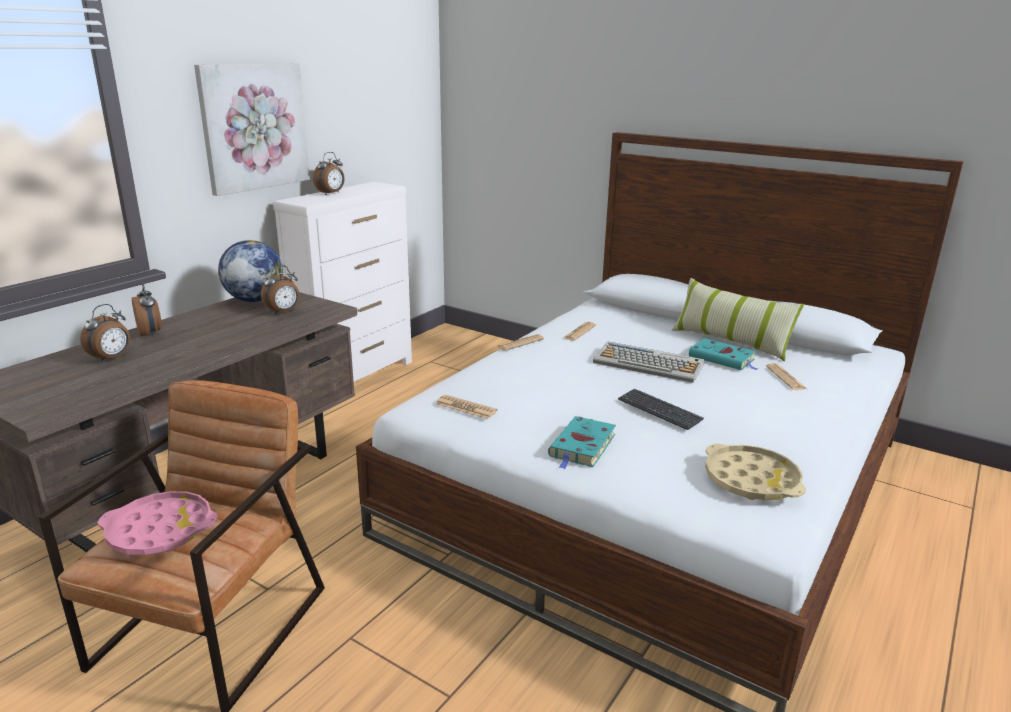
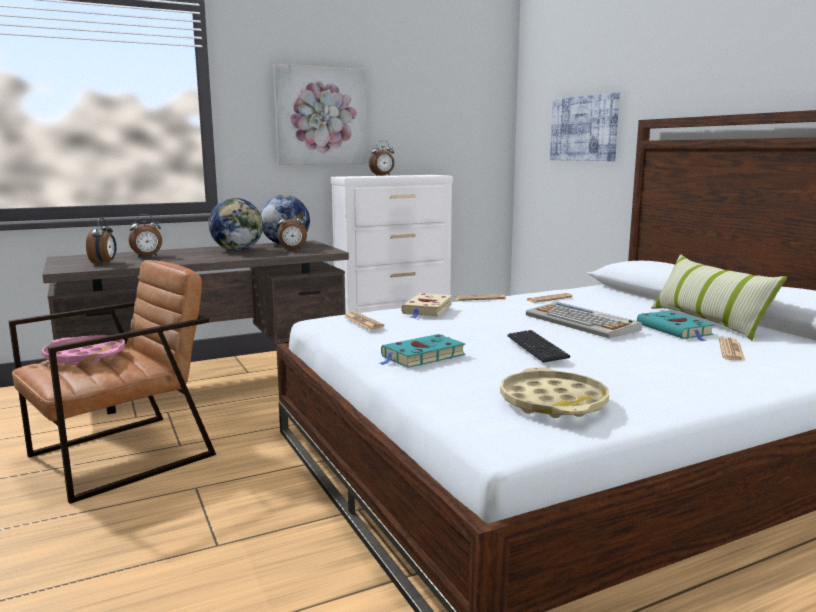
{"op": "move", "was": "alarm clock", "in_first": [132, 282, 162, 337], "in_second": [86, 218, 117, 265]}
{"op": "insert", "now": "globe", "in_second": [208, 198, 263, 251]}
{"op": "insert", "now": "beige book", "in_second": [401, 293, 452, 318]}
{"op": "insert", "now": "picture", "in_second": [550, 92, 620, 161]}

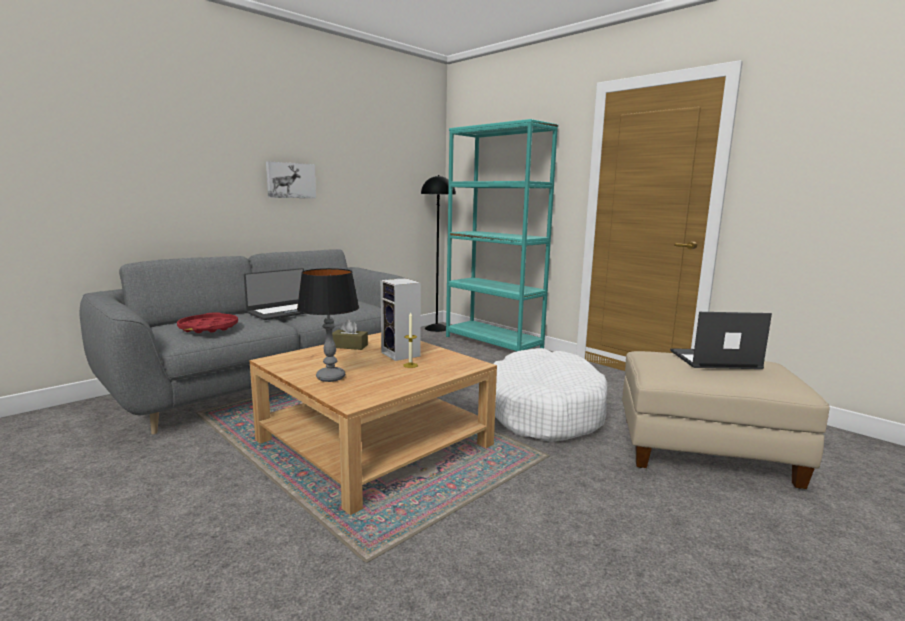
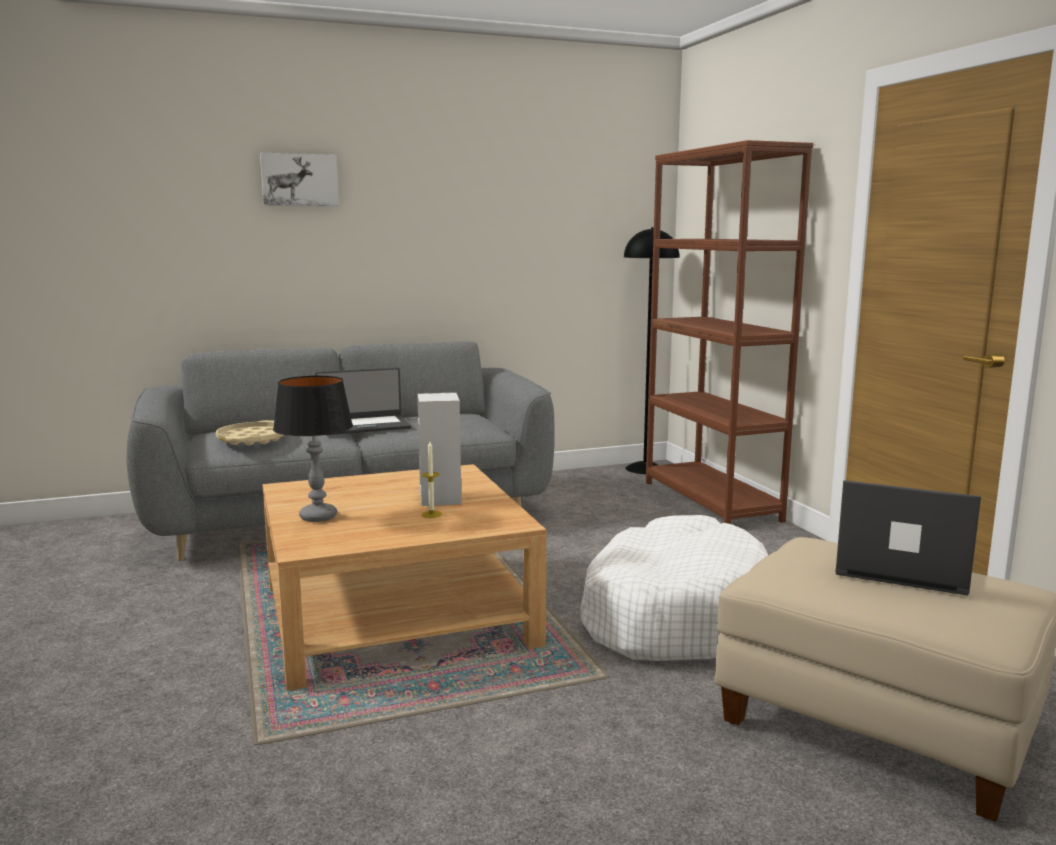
{"op": "recolor", "was": "red tray", "now": "beige tray", "in_first": [177, 312, 238, 333], "in_second": [216, 420, 284, 446]}
{"op": "move", "was": "picture", "in_first": [266, 161, 316, 198], "in_second": [260, 153, 339, 206]}
{"op": "delete", "was": "brown tissue box", "in_first": [332, 320, 368, 350]}
{"op": "recolor", "was": "turquoise bookcase", "now": "brown bookcase", "in_first": [446, 119, 559, 351], "in_second": [646, 140, 813, 524]}

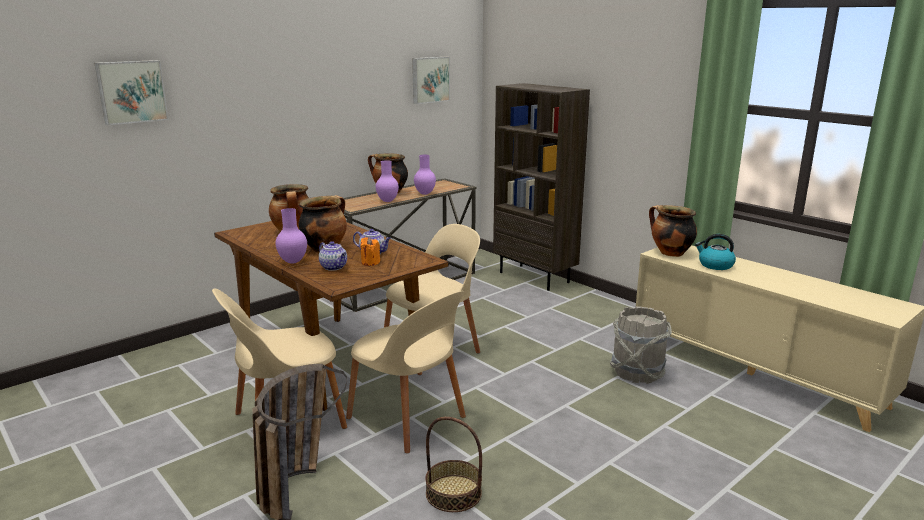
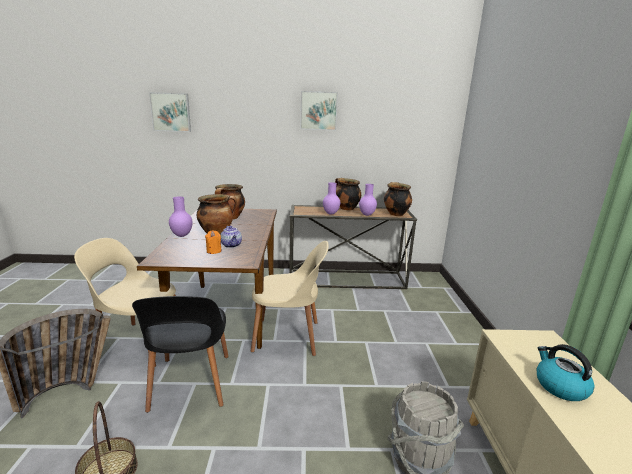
{"op": "delete", "was": "teapot", "in_first": [319, 241, 347, 271]}
{"op": "recolor", "was": "beige chair", "now": "black chair", "in_first": [346, 291, 466, 453], "in_second": [132, 296, 229, 413]}
{"op": "move", "was": "picture", "in_first": [412, 57, 450, 104], "in_second": [300, 91, 338, 130]}
{"op": "delete", "was": "brown bookcase", "in_first": [493, 83, 590, 291]}
{"op": "move", "was": "cooking pot", "in_first": [649, 205, 697, 257], "in_second": [384, 182, 412, 216]}

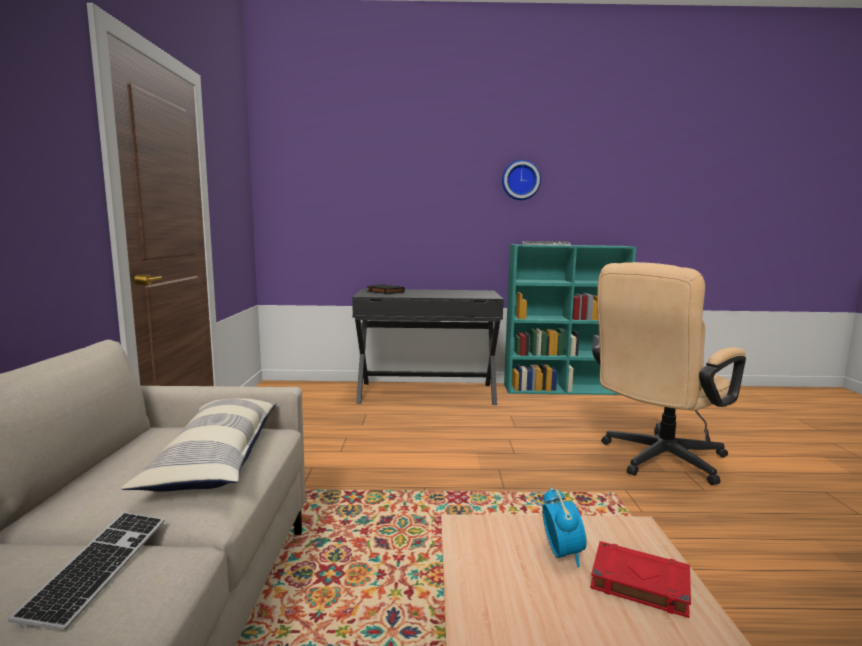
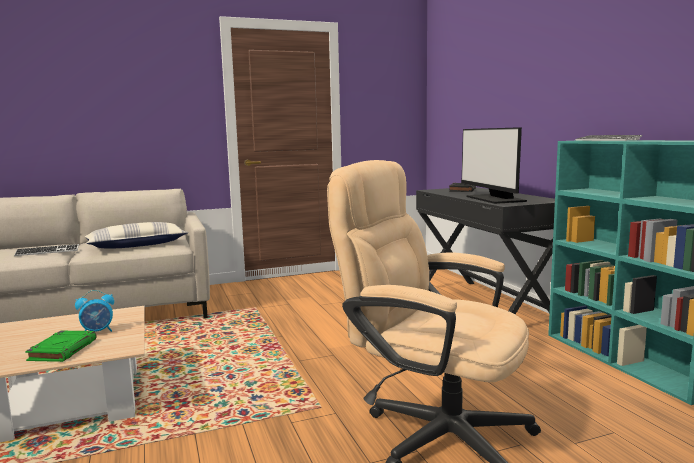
{"op": "delete", "was": "wall clock", "in_first": [502, 160, 541, 200]}
{"op": "recolor", "was": "red book", "now": "green book", "in_first": [590, 541, 691, 618], "in_second": [25, 331, 97, 362]}
{"op": "insert", "now": "monitor", "in_second": [461, 127, 527, 204]}

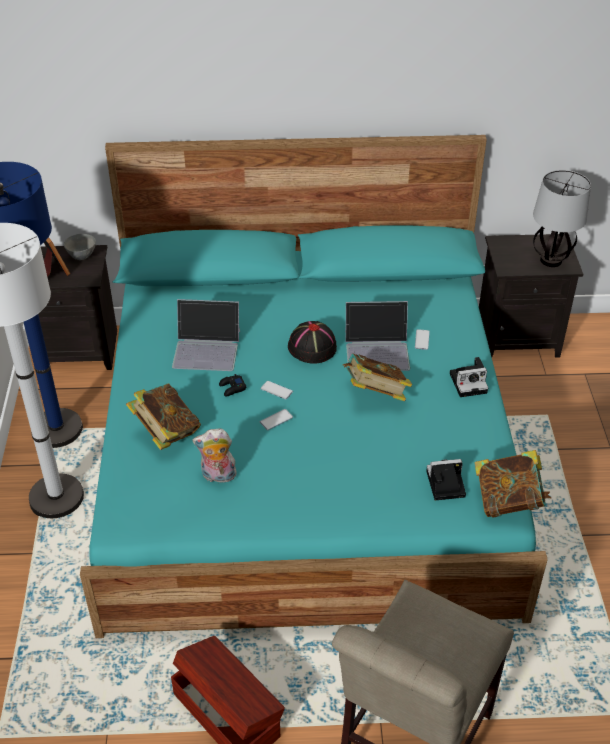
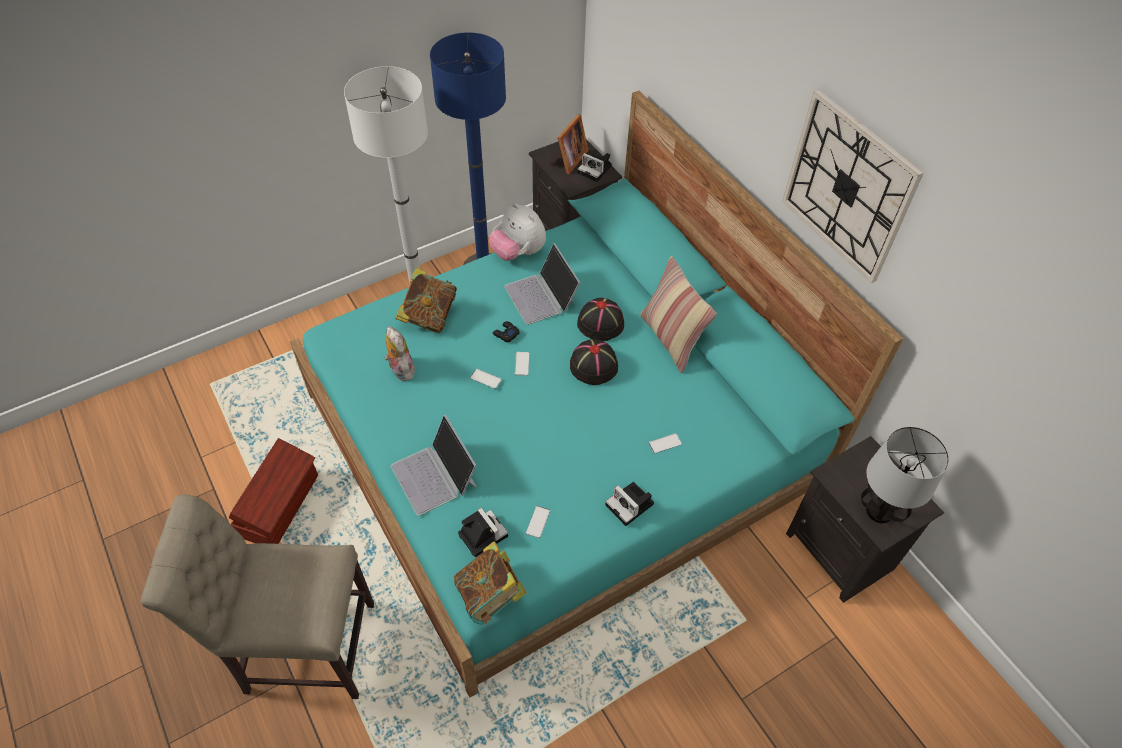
{"op": "replace", "was": "grey bowl", "now": "photo camera", "in_first": [64, 234, 96, 260], "in_second": [578, 153, 612, 182]}
{"op": "delete", "was": "book", "in_first": [343, 354, 412, 401]}
{"op": "move", "was": "laptop", "in_first": [345, 301, 410, 371], "in_second": [391, 415, 477, 516]}
{"op": "insert", "now": "plush toy", "in_second": [489, 203, 546, 261]}
{"op": "insert", "now": "phone", "in_second": [526, 506, 550, 538]}
{"op": "insert", "now": "black hat", "in_second": [577, 298, 624, 341]}
{"op": "insert", "now": "pillow", "in_second": [640, 256, 717, 373]}
{"op": "insert", "now": "wall clock", "in_second": [782, 89, 924, 283]}

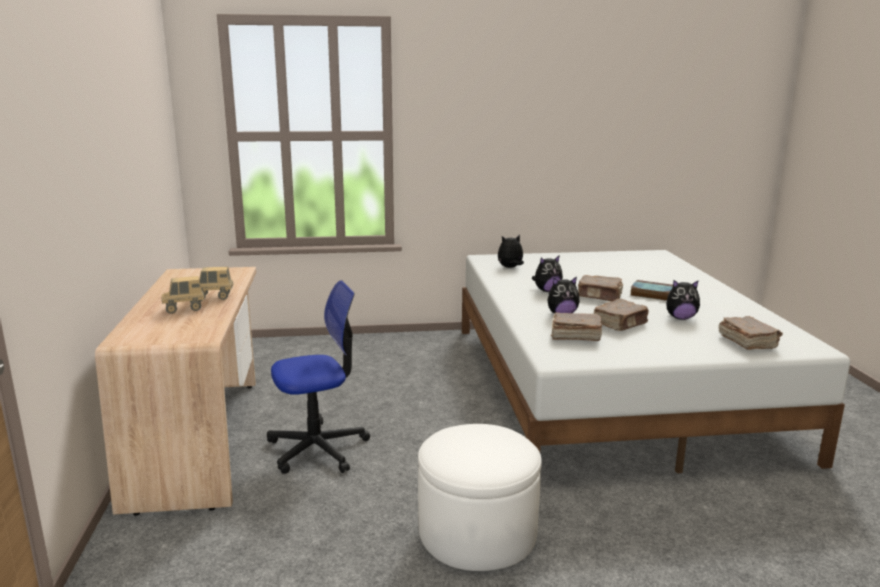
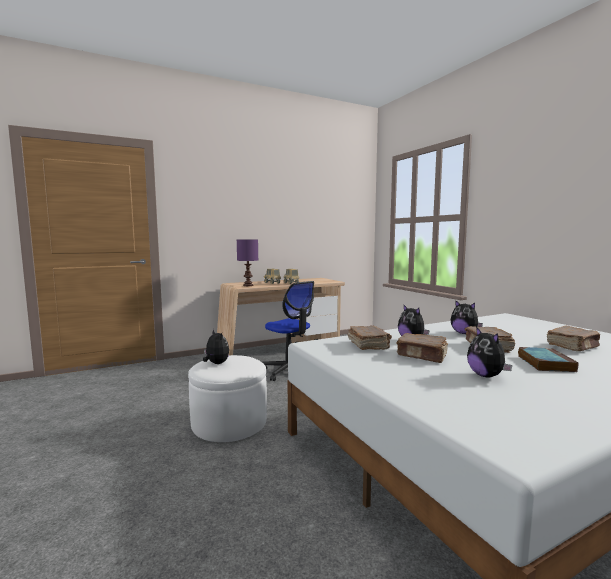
{"op": "move", "was": "plush toy", "in_first": [498, 235, 524, 268], "in_second": [203, 329, 229, 364]}
{"op": "move", "was": "brown book", "in_first": [719, 316, 783, 350], "in_second": [547, 326, 600, 351]}
{"op": "insert", "now": "purple table lamp", "in_second": [237, 239, 258, 286]}

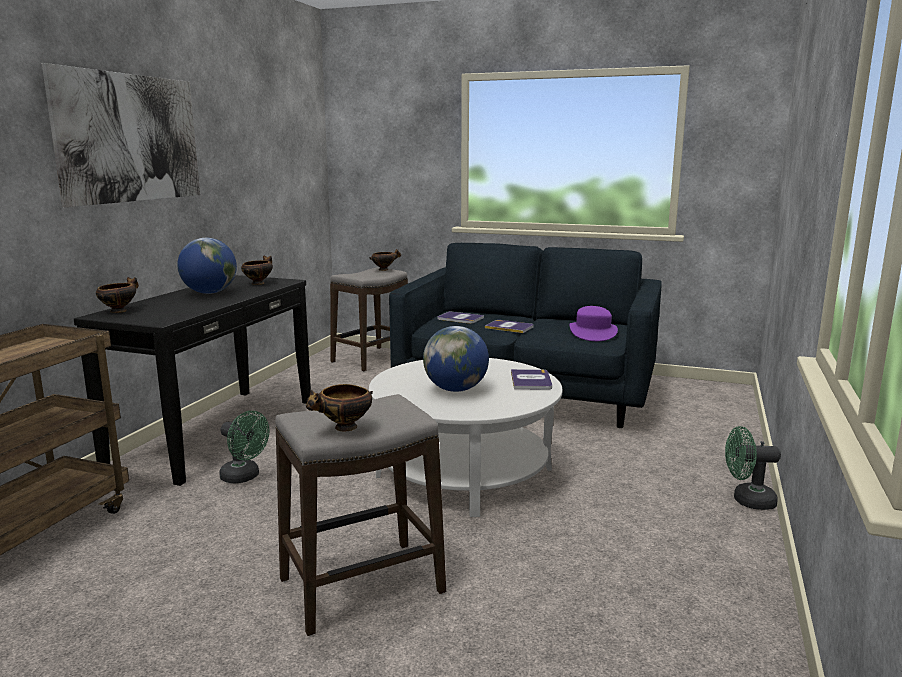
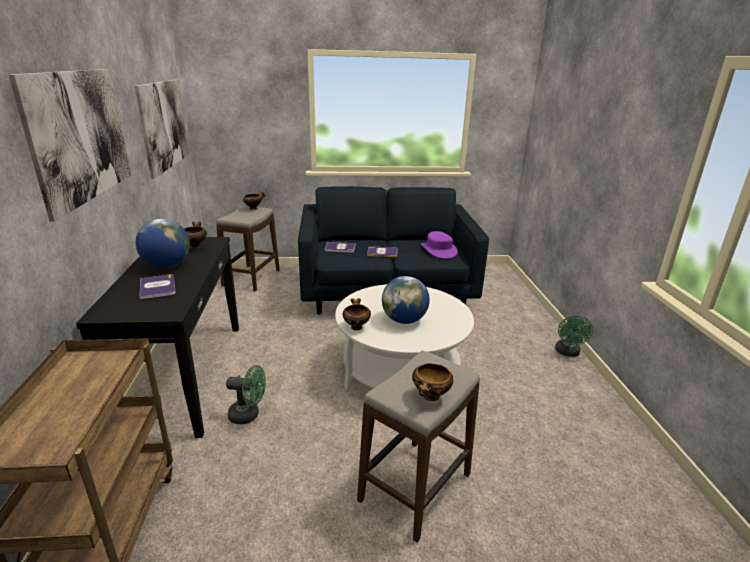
{"op": "move", "was": "bowl", "in_first": [96, 277, 139, 313], "in_second": [343, 298, 371, 331]}
{"op": "move", "was": "book", "in_first": [511, 369, 552, 390], "in_second": [139, 274, 176, 300]}
{"op": "rotate", "was": "green fan", "in_first": [725, 426, 781, 510], "in_second": [555, 315, 593, 357], "clockwise": -60}
{"op": "insert", "now": "picture", "in_second": [135, 80, 189, 179]}

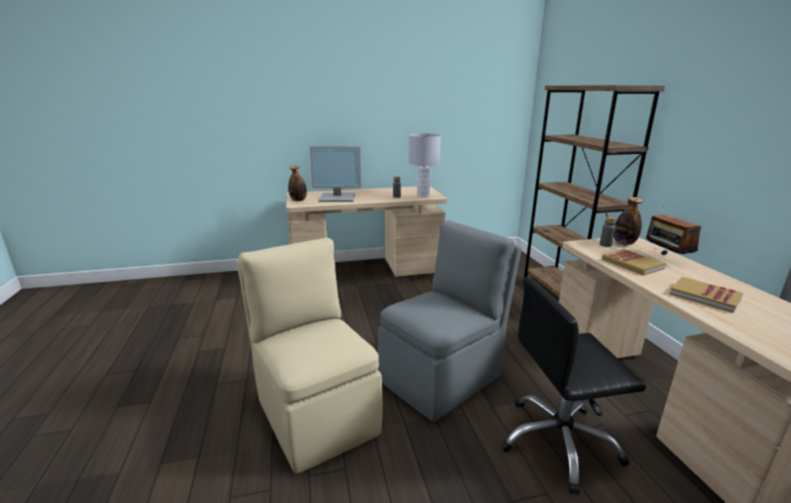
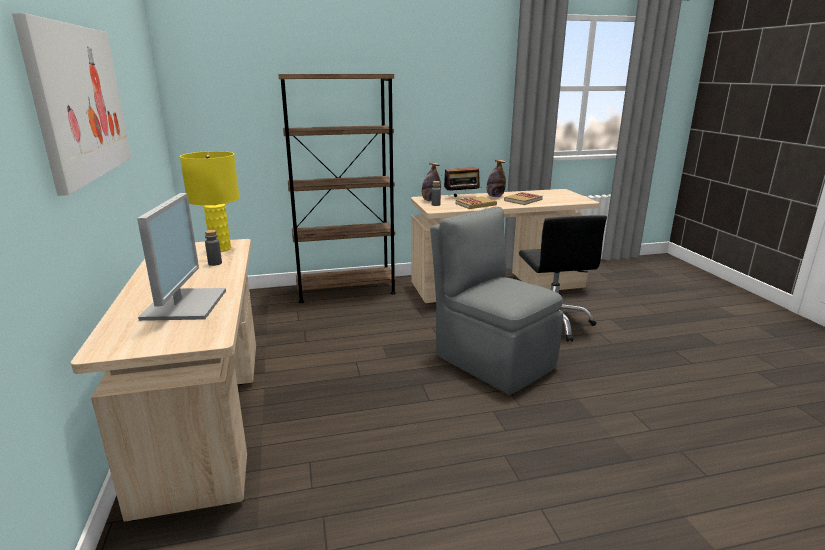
{"op": "delete", "was": "beige chair", "in_first": [237, 237, 383, 473]}
{"op": "move", "was": "bottle", "in_first": [288, 165, 307, 201], "in_second": [487, 159, 506, 197]}
{"op": "recolor", "was": "grey table lamp", "now": "yellow table lamp", "in_first": [409, 133, 441, 197], "in_second": [180, 151, 240, 252]}
{"op": "insert", "now": "picture", "in_second": [12, 13, 131, 196]}

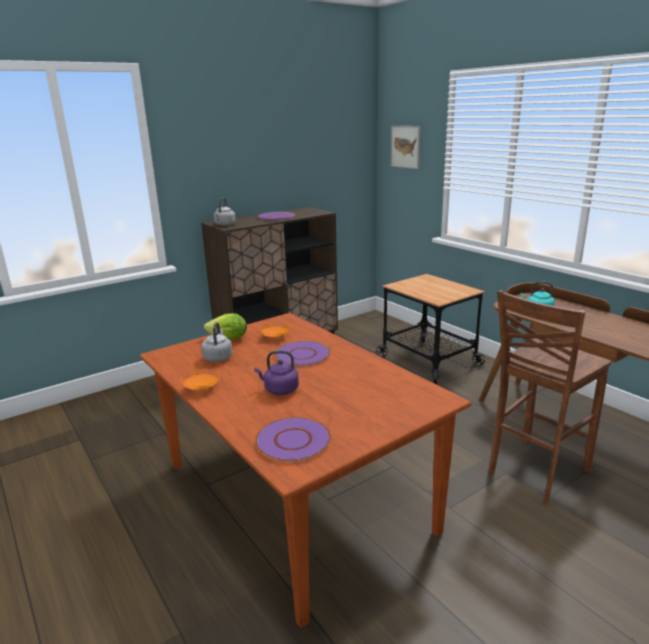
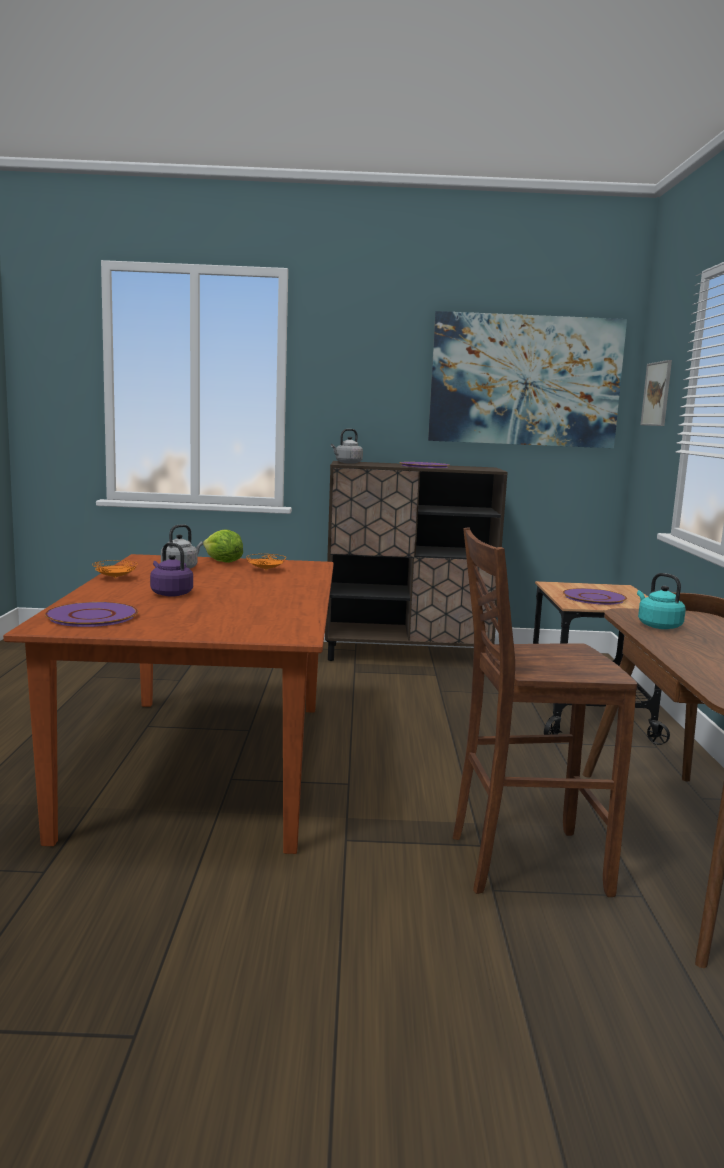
{"op": "move", "was": "purple plate", "in_first": [274, 341, 331, 366], "in_second": [563, 588, 627, 605]}
{"op": "insert", "now": "picture", "in_second": [428, 311, 627, 448]}

